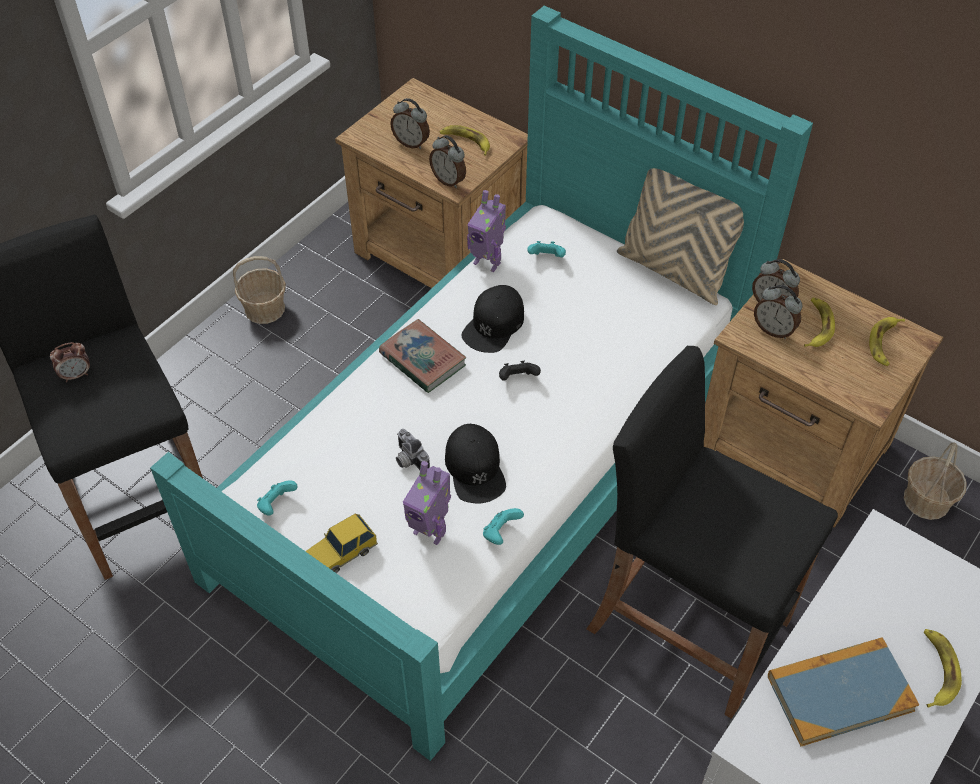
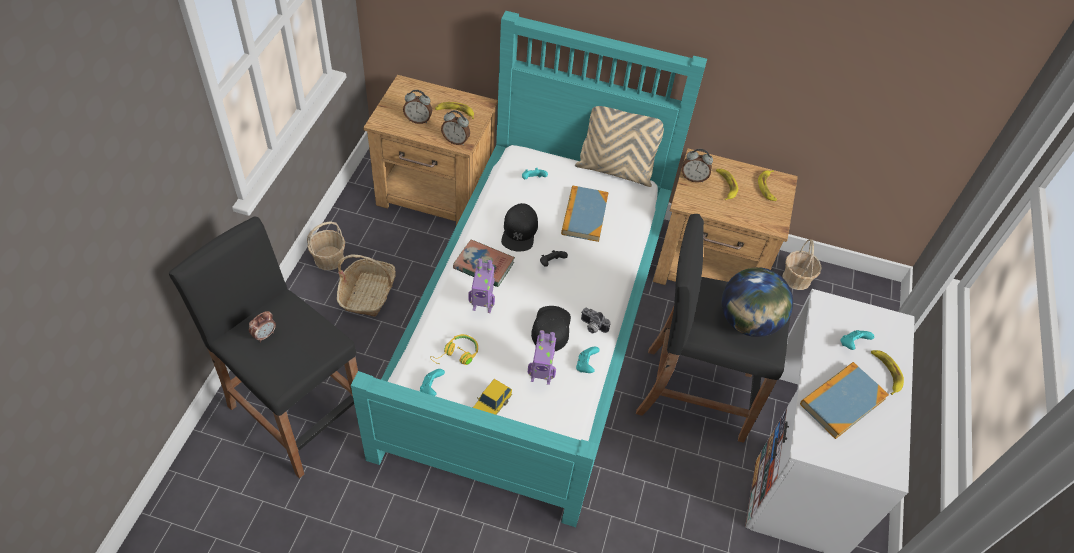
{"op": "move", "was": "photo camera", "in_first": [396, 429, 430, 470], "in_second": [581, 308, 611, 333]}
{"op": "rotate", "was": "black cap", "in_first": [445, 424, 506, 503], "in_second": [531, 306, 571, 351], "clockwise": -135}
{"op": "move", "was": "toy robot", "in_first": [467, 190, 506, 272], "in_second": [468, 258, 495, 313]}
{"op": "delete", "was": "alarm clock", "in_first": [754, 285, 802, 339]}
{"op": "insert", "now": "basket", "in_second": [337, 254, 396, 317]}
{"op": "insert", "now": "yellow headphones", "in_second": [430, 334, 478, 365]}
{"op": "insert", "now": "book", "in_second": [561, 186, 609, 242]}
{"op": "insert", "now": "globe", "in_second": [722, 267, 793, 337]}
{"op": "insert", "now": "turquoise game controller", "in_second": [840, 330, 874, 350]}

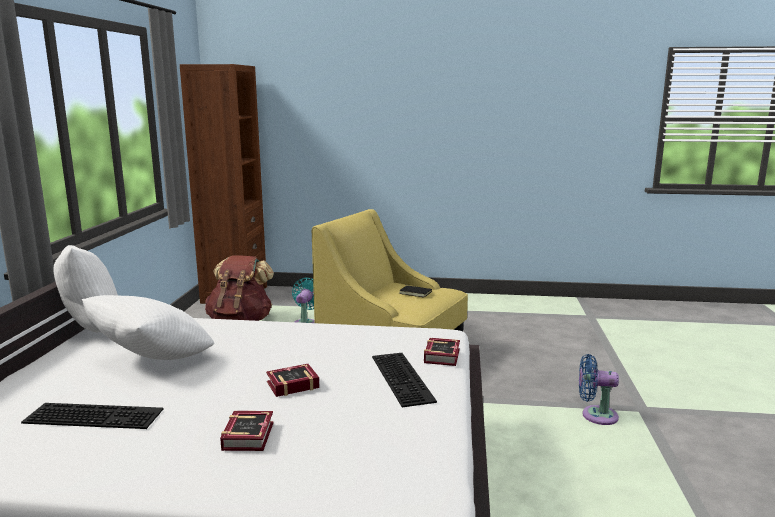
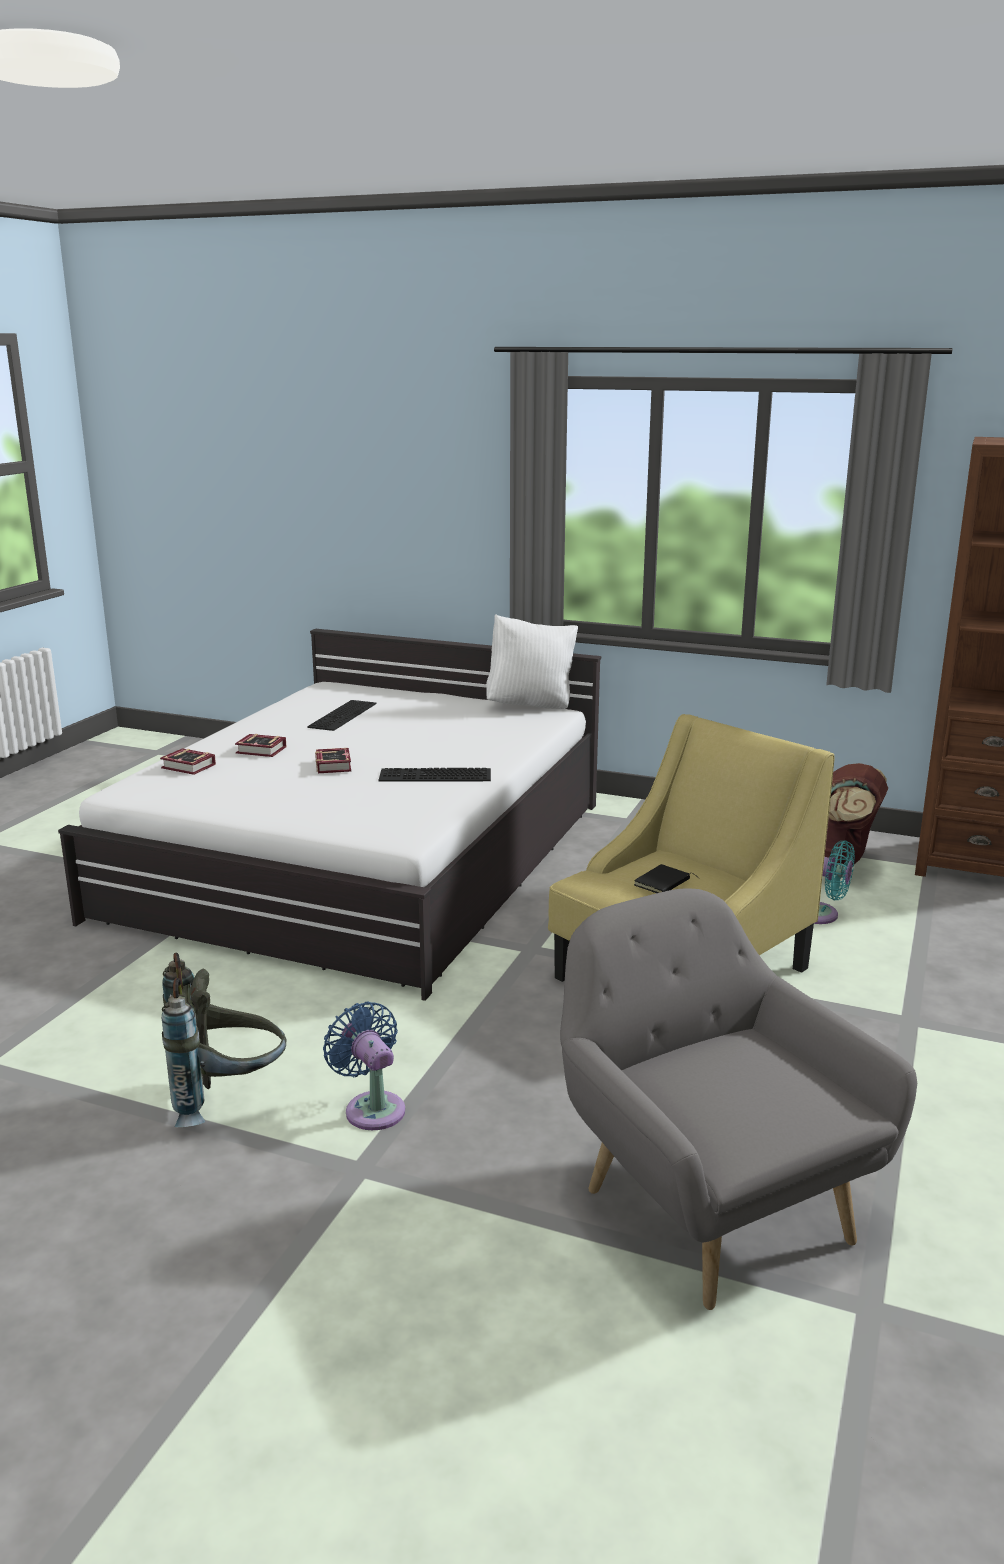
{"op": "delete", "was": "white pillow", "in_first": [82, 295, 214, 360]}
{"op": "move", "was": "keyboard", "in_first": [372, 353, 437, 407], "in_second": [379, 768, 491, 782]}
{"op": "move", "was": "book", "in_first": [424, 338, 460, 366], "in_second": [160, 748, 216, 775]}
{"op": "rotate", "was": "blue fan", "in_first": [579, 354, 619, 425], "in_second": [323, 1001, 405, 1130], "clockwise": -60}
{"op": "insert", "now": "grey backpack", "in_second": [162, 952, 286, 1127]}
{"op": "insert", "now": "grey armchair", "in_second": [560, 888, 917, 1310]}

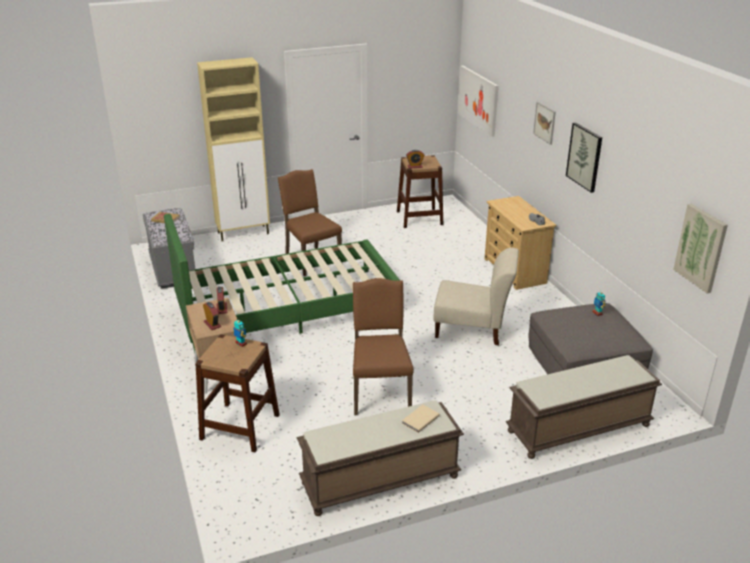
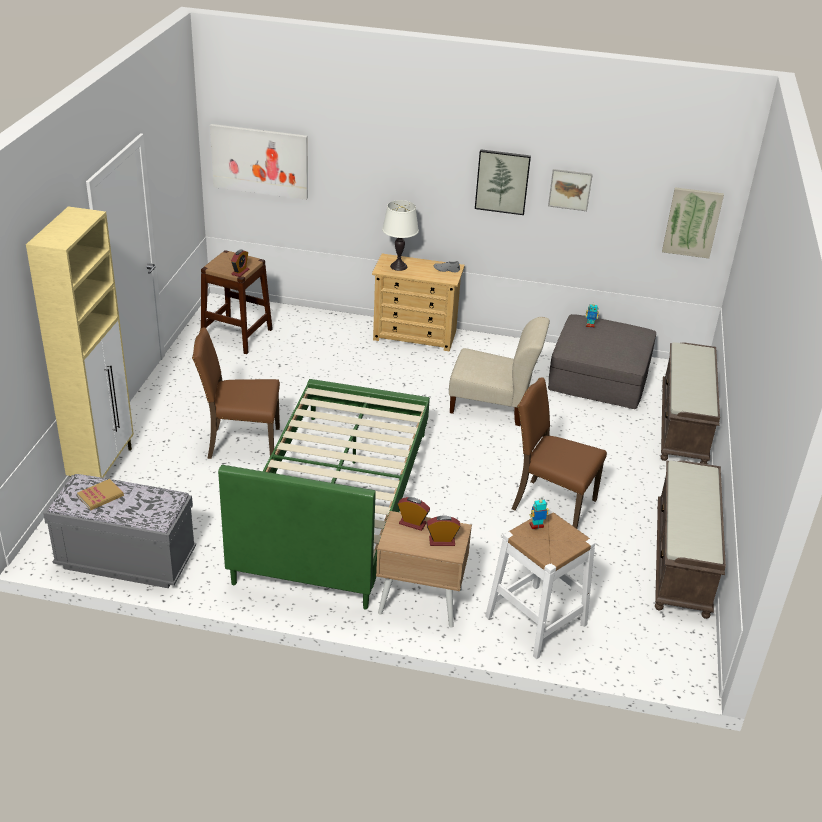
{"op": "recolor", "was": "brown stool", "now": "white stool", "in_first": [195, 335, 280, 452], "in_second": [485, 510, 595, 659]}
{"op": "delete", "was": "beige book", "in_first": [402, 405, 440, 433]}
{"op": "rotate", "was": "beige chair", "in_first": [434, 248, 519, 345], "in_second": [449, 317, 550, 426], "clockwise": 60}
{"op": "move", "was": "picture", "in_first": [533, 102, 556, 145], "in_second": [548, 169, 593, 211]}
{"op": "insert", "now": "white table lamp", "in_second": [382, 200, 419, 271]}

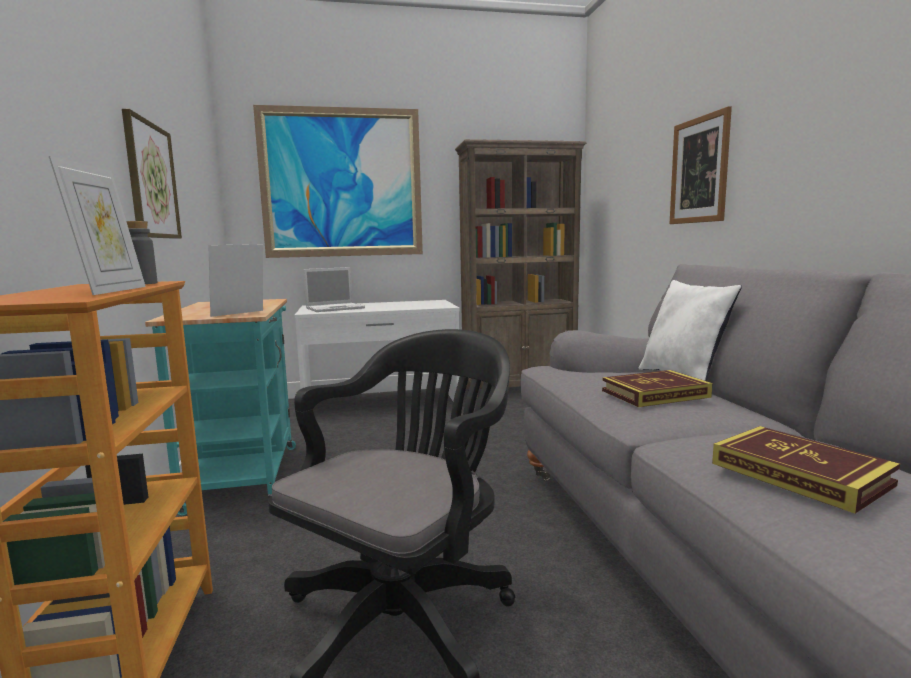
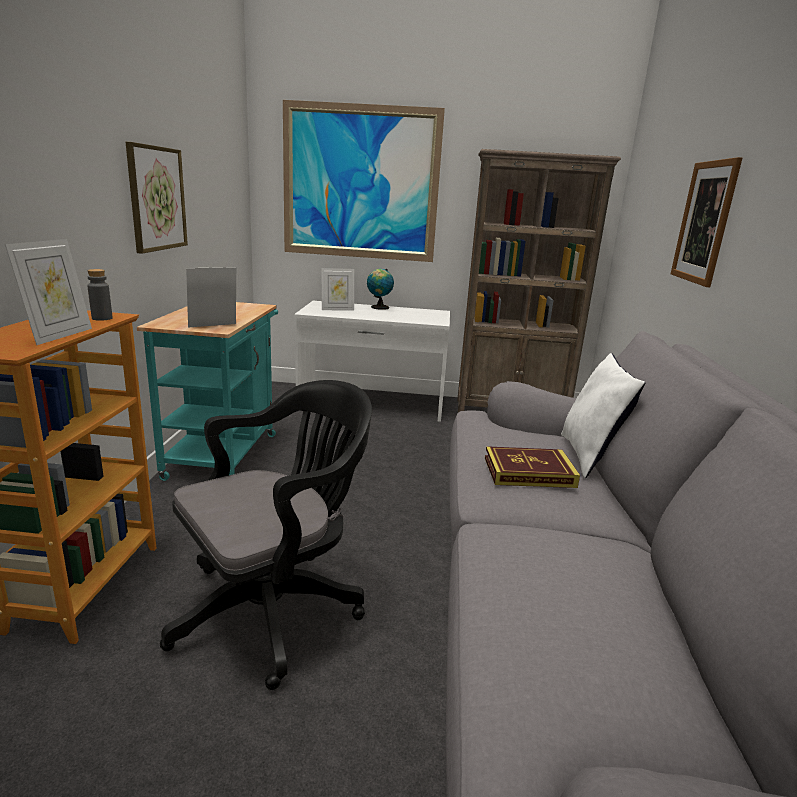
{"op": "replace", "was": "laptop", "now": "picture frame", "in_first": [303, 267, 365, 312], "in_second": [321, 268, 354, 311]}
{"op": "delete", "was": "book", "in_first": [712, 426, 900, 514]}
{"op": "insert", "now": "globe", "in_second": [367, 269, 394, 310]}

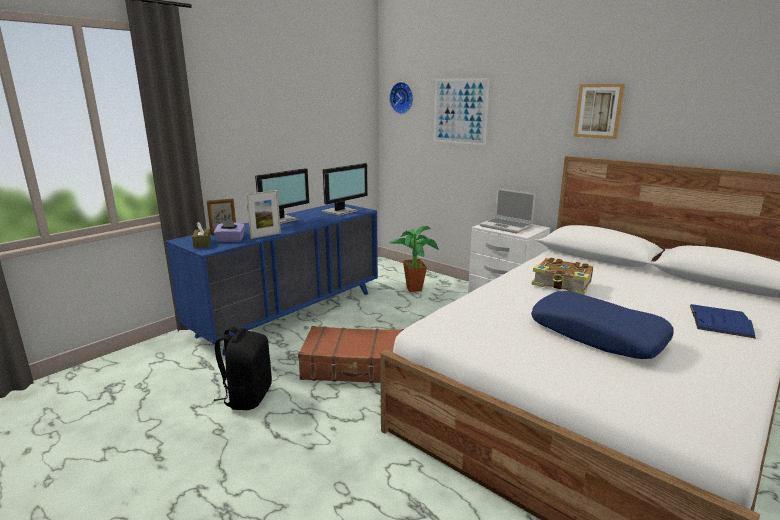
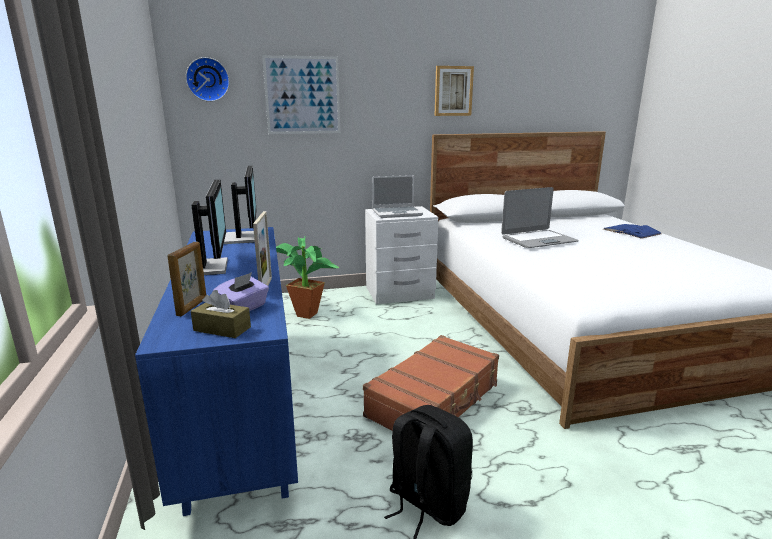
{"op": "replace", "was": "book", "now": "laptop", "in_first": [531, 258, 593, 295], "in_second": [501, 187, 579, 248]}
{"op": "delete", "was": "blue pillow", "in_first": [531, 291, 673, 359]}

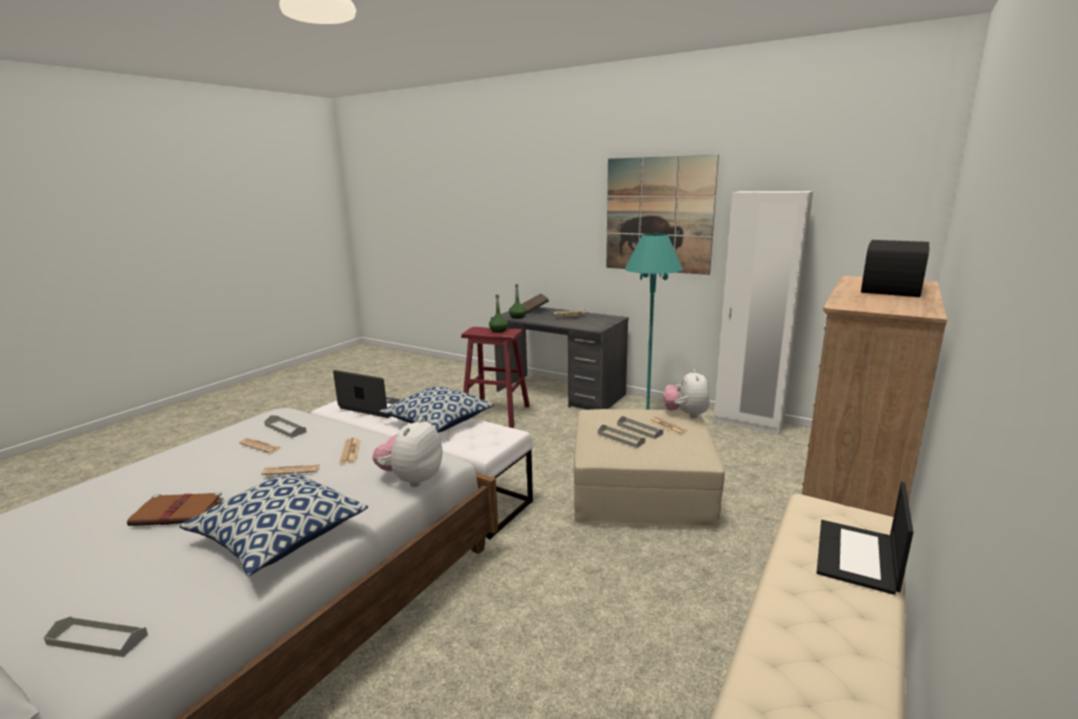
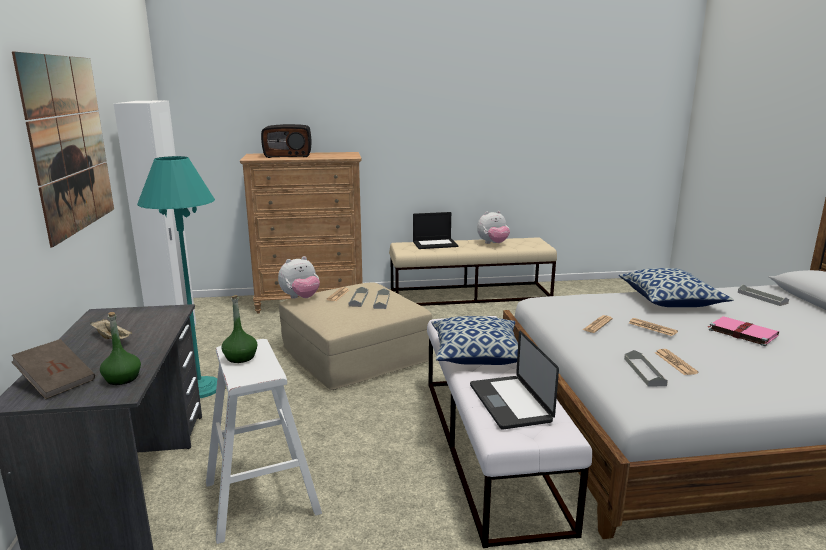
{"op": "recolor", "was": "brown book", "now": "pink book", "in_first": [127, 492, 223, 526], "in_second": [708, 316, 779, 346]}
{"op": "move", "was": "plush toy", "in_first": [372, 417, 443, 487], "in_second": [477, 211, 510, 244]}
{"op": "recolor", "was": "red stool", "now": "white stool", "in_first": [461, 327, 530, 428], "in_second": [206, 339, 322, 544]}

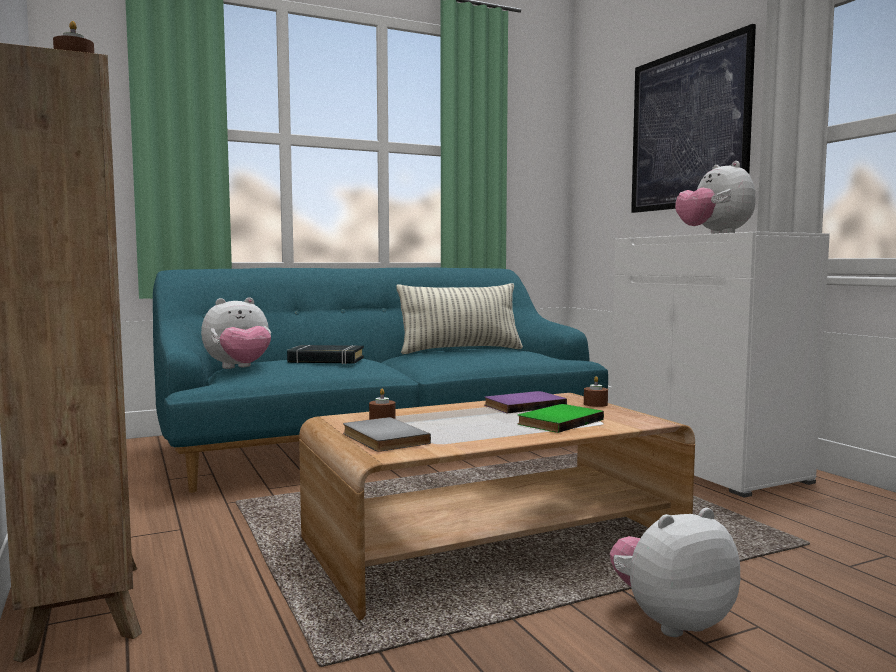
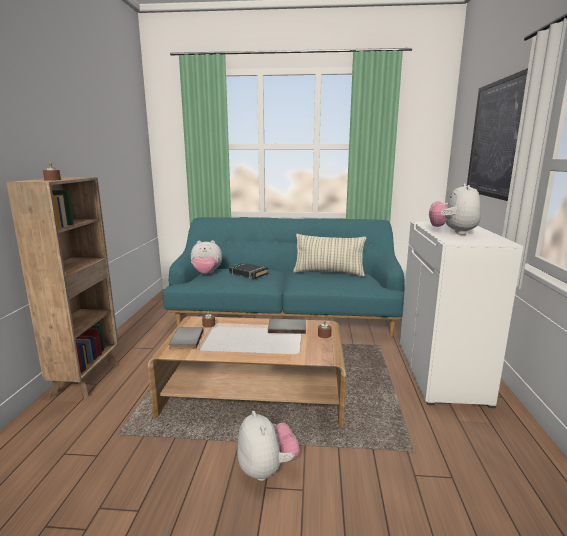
{"op": "recolor", "was": "purple book", "now": "grey book", "in_first": [485, 391, 567, 413], "in_second": [268, 319, 306, 334]}
{"op": "delete", "was": "green book", "in_first": [518, 404, 604, 433]}
{"op": "rotate", "was": "plush toy", "in_first": [610, 508, 740, 637], "in_second": [237, 411, 300, 481], "clockwise": 60}

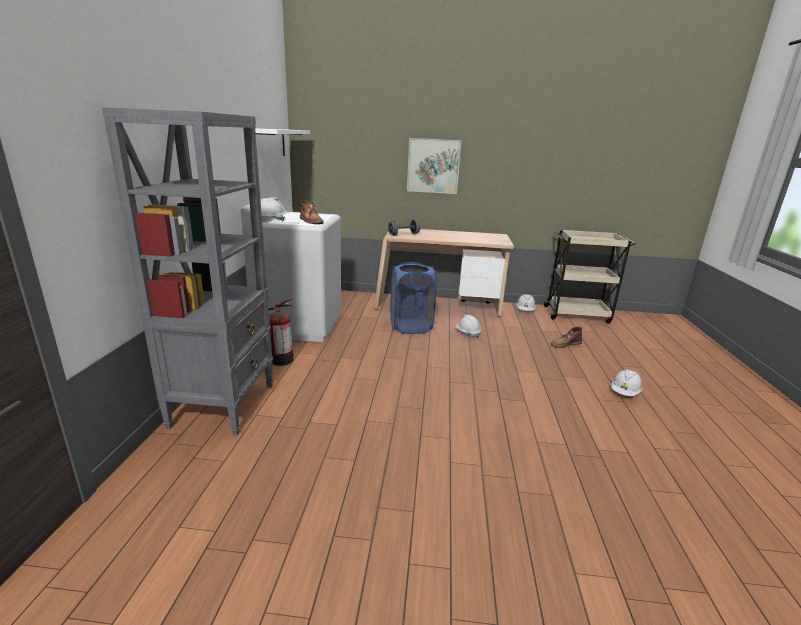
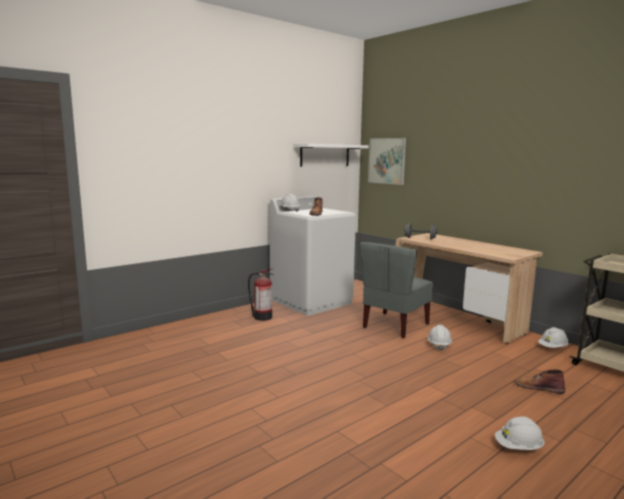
{"op": "delete", "was": "grey bookcase", "in_first": [102, 107, 273, 436]}
{"op": "replace", "was": "blue laundry basket", "now": "grey chair", "in_first": [390, 262, 437, 334], "in_second": [360, 242, 433, 338]}
{"op": "move", "was": "picture", "in_first": [407, 138, 462, 194], "in_second": [368, 138, 406, 185]}

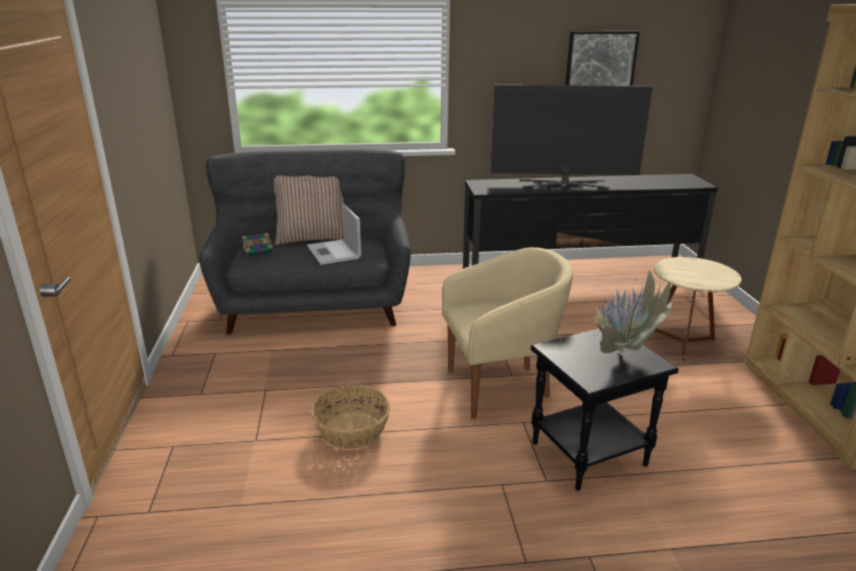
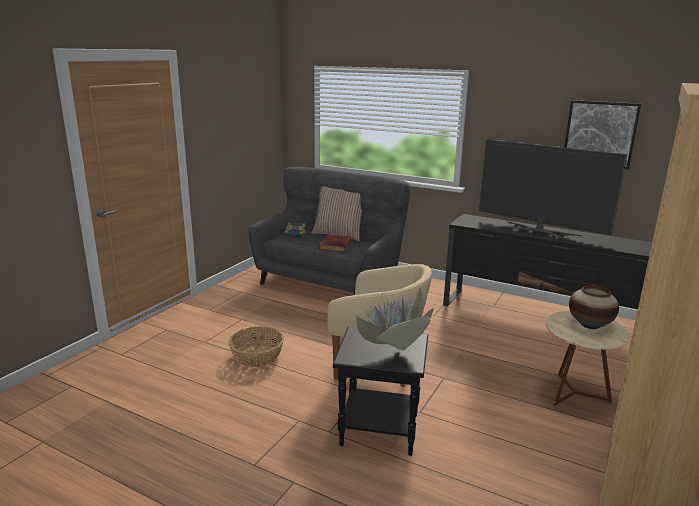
{"op": "replace", "was": "laptop", "now": "book", "in_first": [307, 203, 361, 265], "in_second": [319, 235, 352, 252]}
{"op": "insert", "now": "vase", "in_second": [569, 285, 619, 329]}

